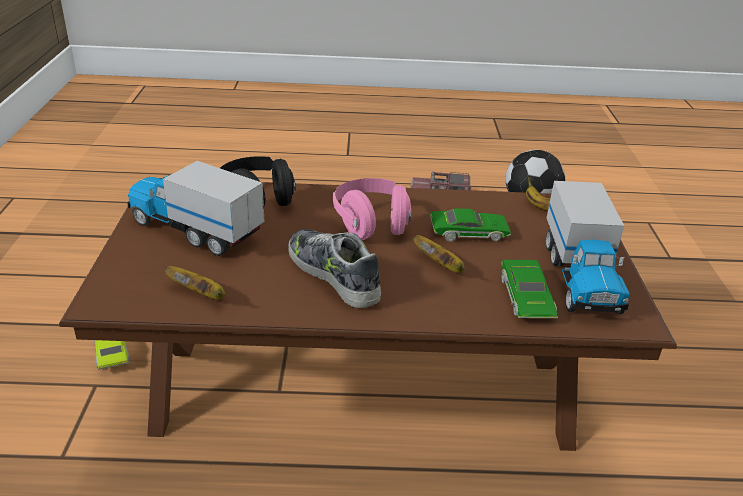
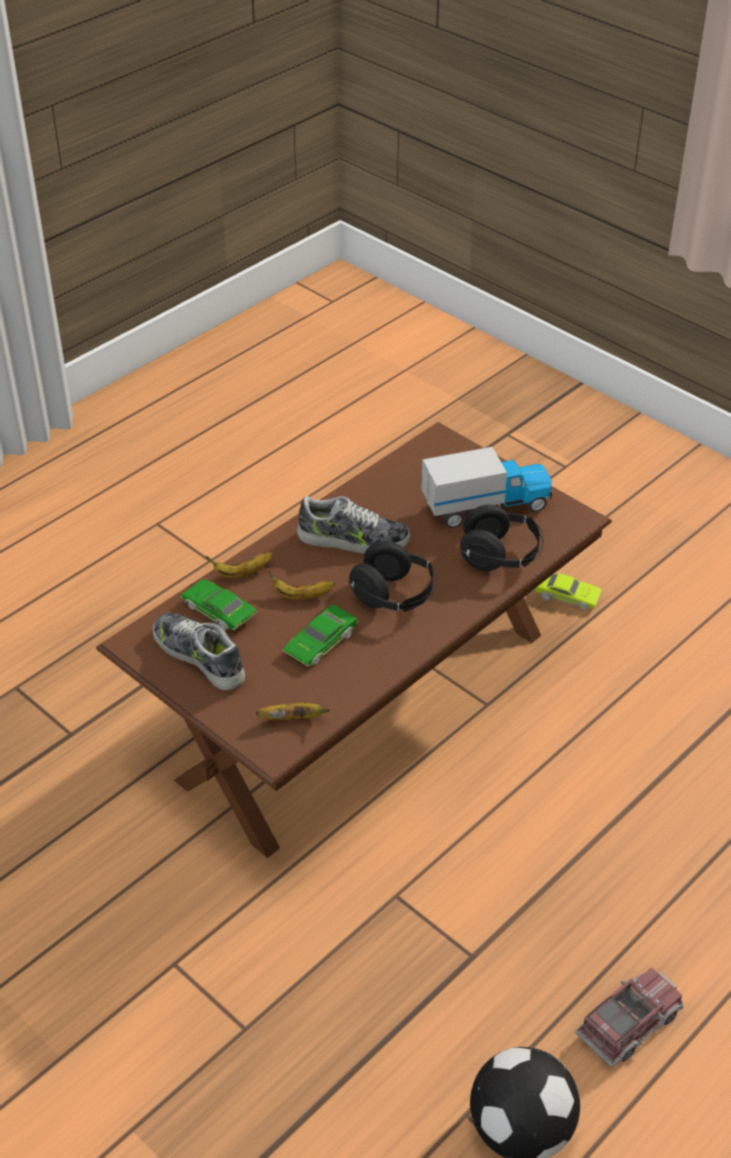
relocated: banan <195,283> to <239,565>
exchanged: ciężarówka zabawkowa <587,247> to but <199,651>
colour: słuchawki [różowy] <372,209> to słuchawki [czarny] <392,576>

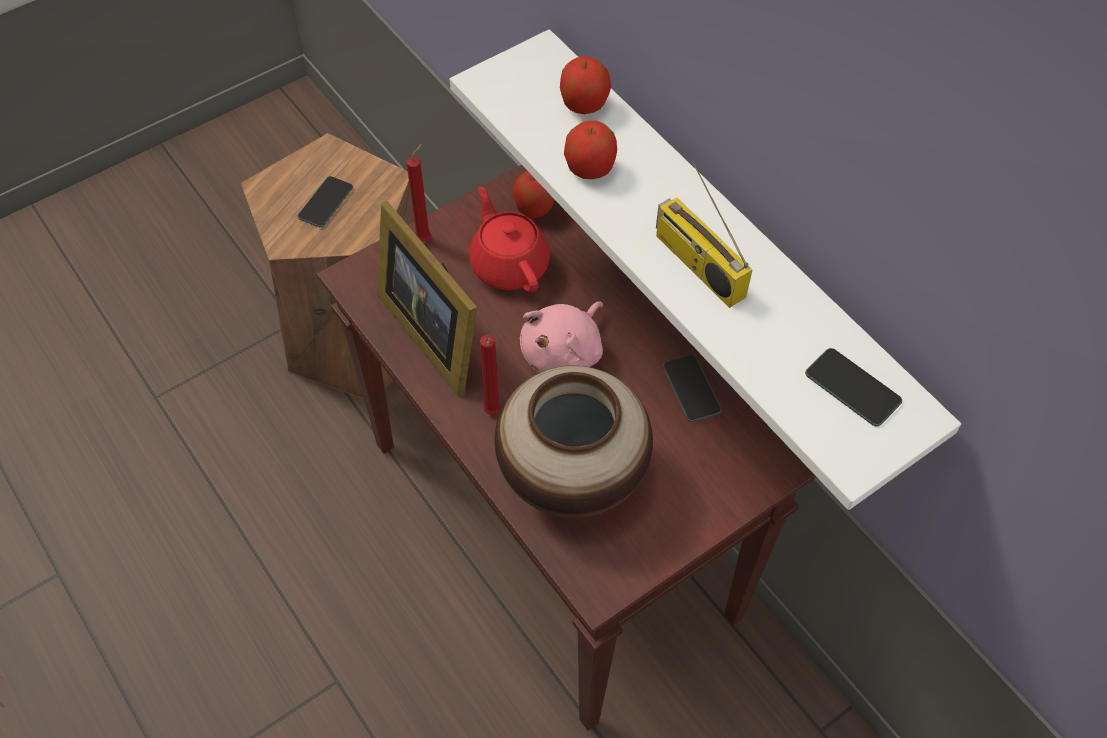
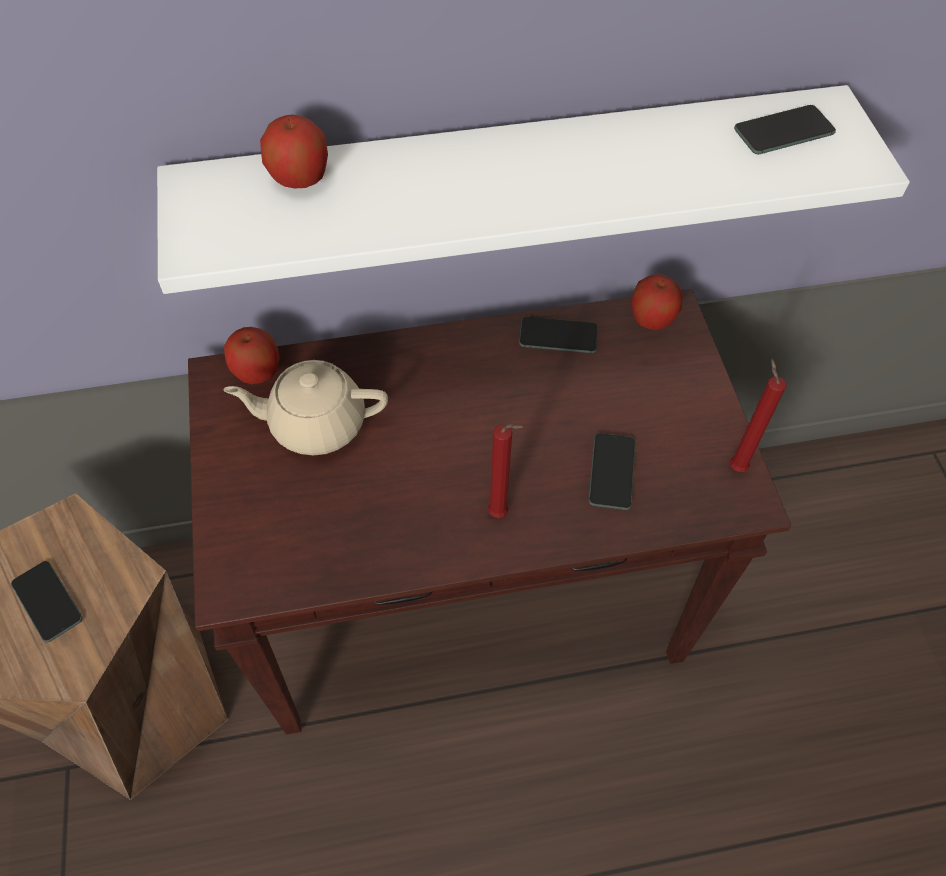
missing: ramka na zdjęcie <427,299>; pluszak [różowy] <561,337>; radio <704,234>
relocated: jabłko <590,150> to <657,302>; świeca [czerwony] <418,192> to <758,415>
exchanged: wazon <573,442> to telefon <612,471>
colour: imbryk [czerwony] <509,239> to imbryk [beżowy] <305,407>

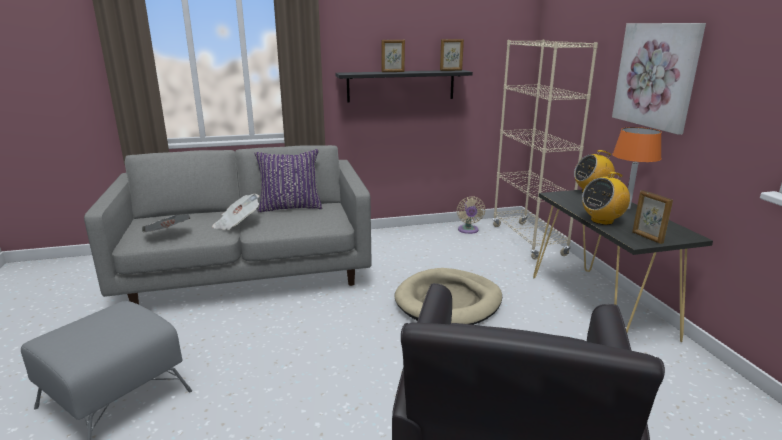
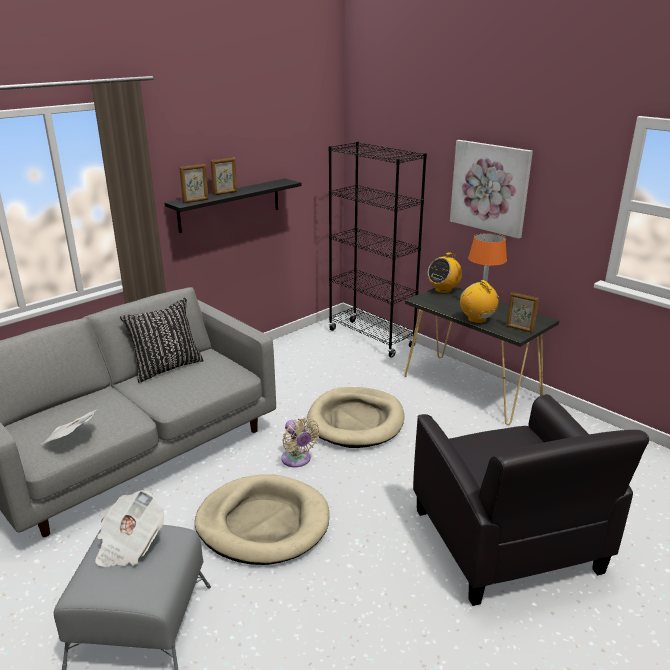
appeared: legowisko [beżowy] <262,519>
relocated: gazeta <235,212> to <129,528>; ramka na zdjęcie <452,55> to <194,183>; wentylator [beżowy] <471,215> to <300,443>
colour: poduszka [fioletowy] <289,180> to poduszka [czarny] <162,340>; regał [beżowy] <545,150> to regał [czarny] <378,249>
spun: radio <606,198> = <479,302> 120 degrees clockwise

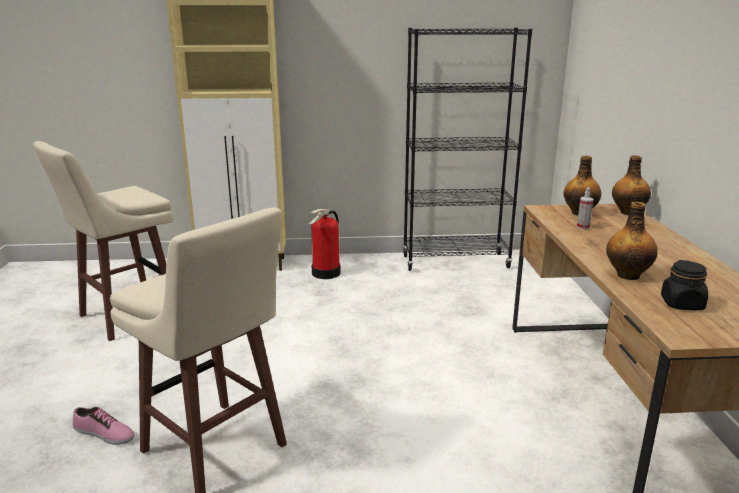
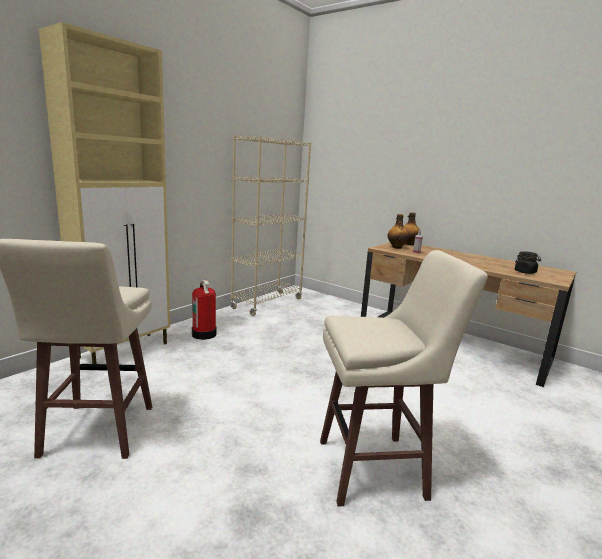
missing: but <104,426>; butelka <632,241>
colour: regał [czarny] <467,149> to regał [beżowy] <270,225>

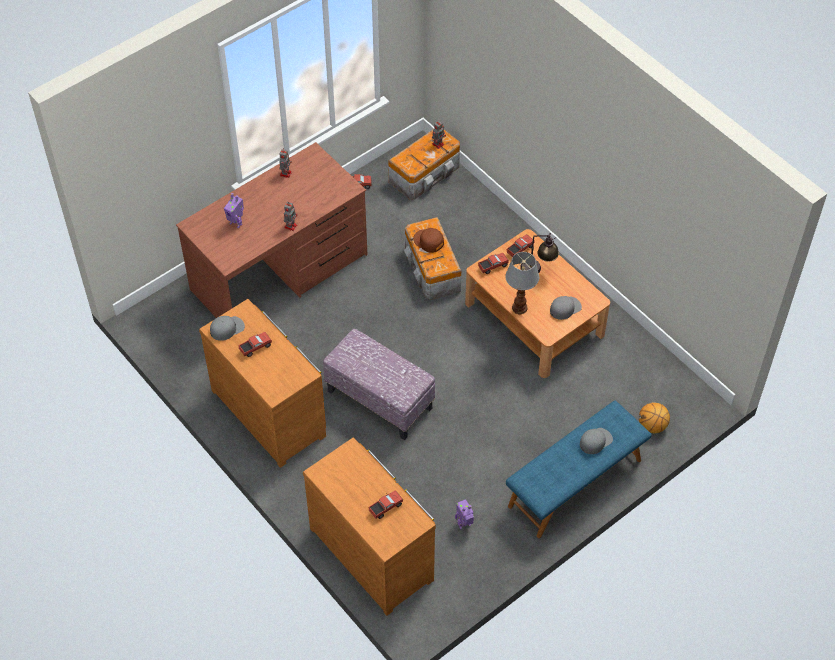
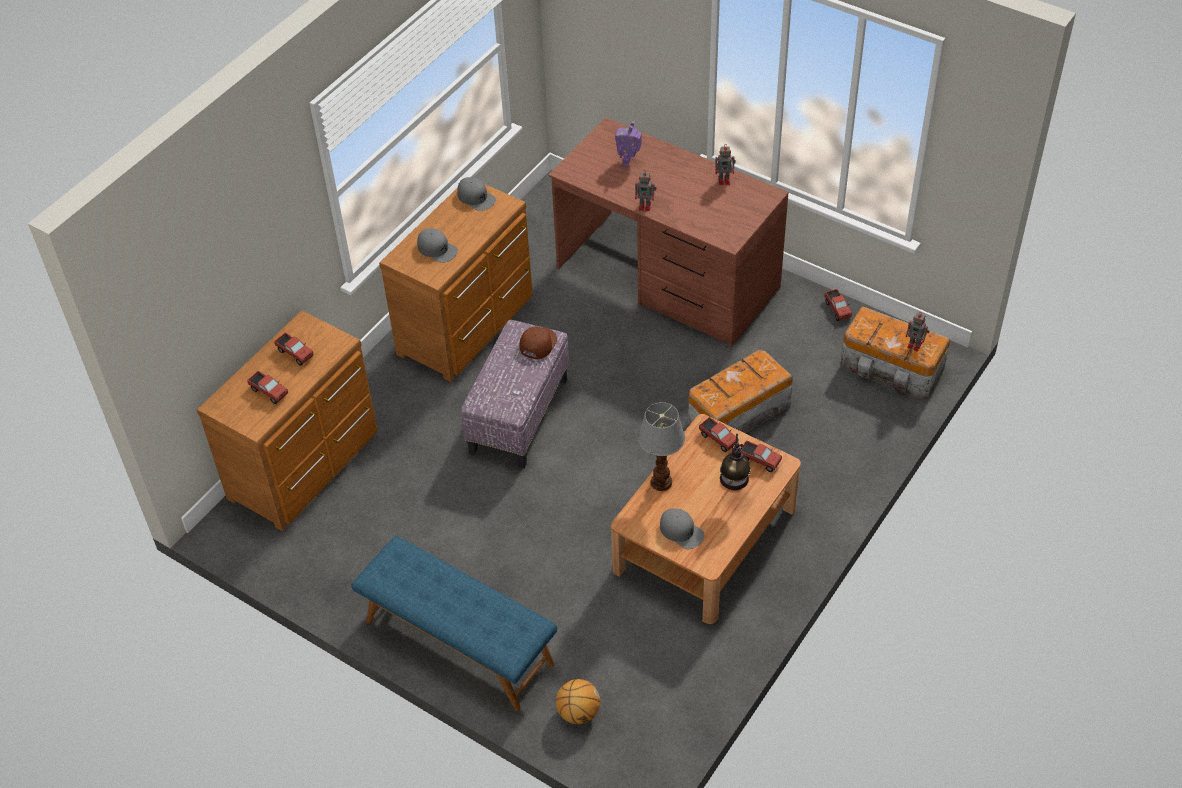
missing: robot zabawkowy <464,514>
relocated: ciężarówka zabawkowa <255,344> to <293,349>; czapka z daszkiem [szary] <596,441> to <437,246>; czapka z daszkiem [brązowy] <428,240> to <538,343>

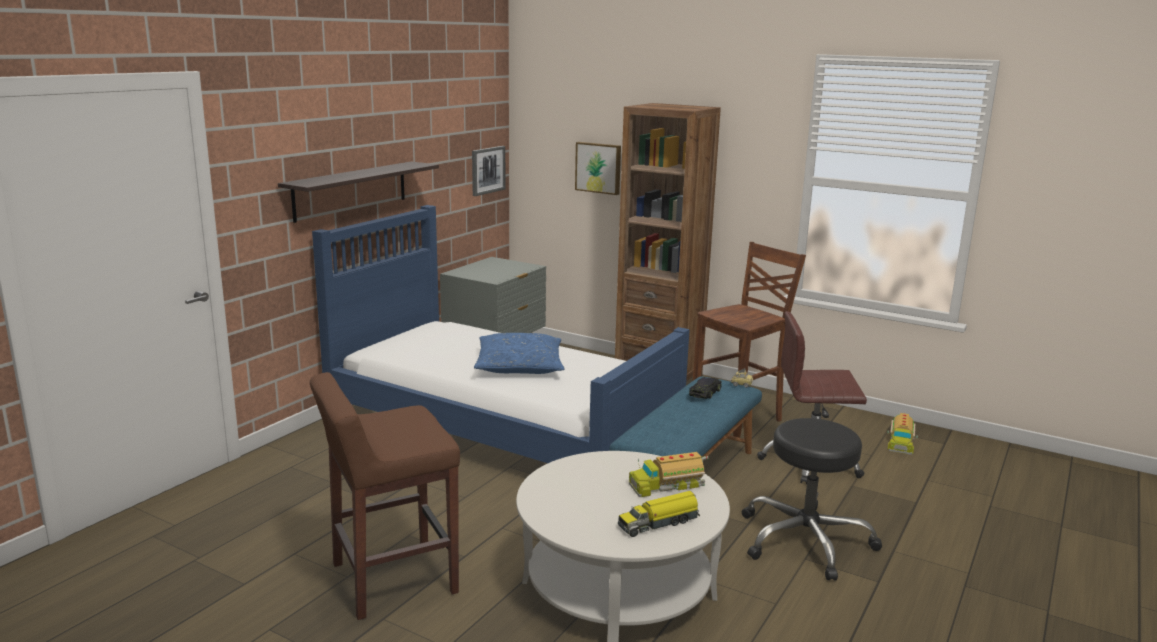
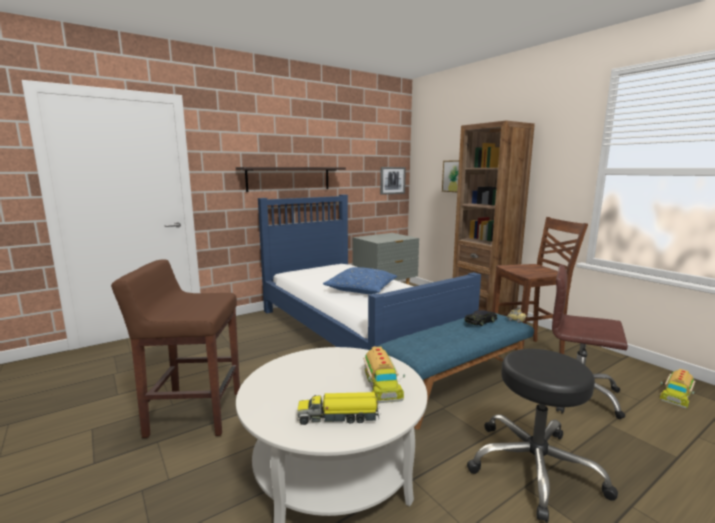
spun: ciężarówka zabawkowa <668,474> = <384,374> 105 degrees counterclockwise

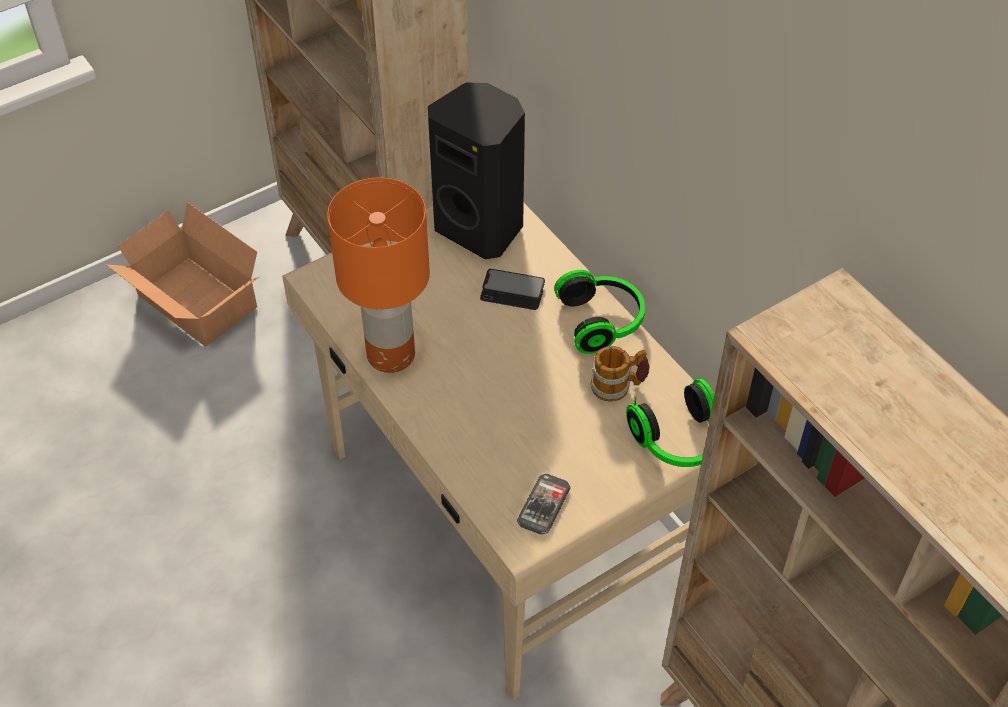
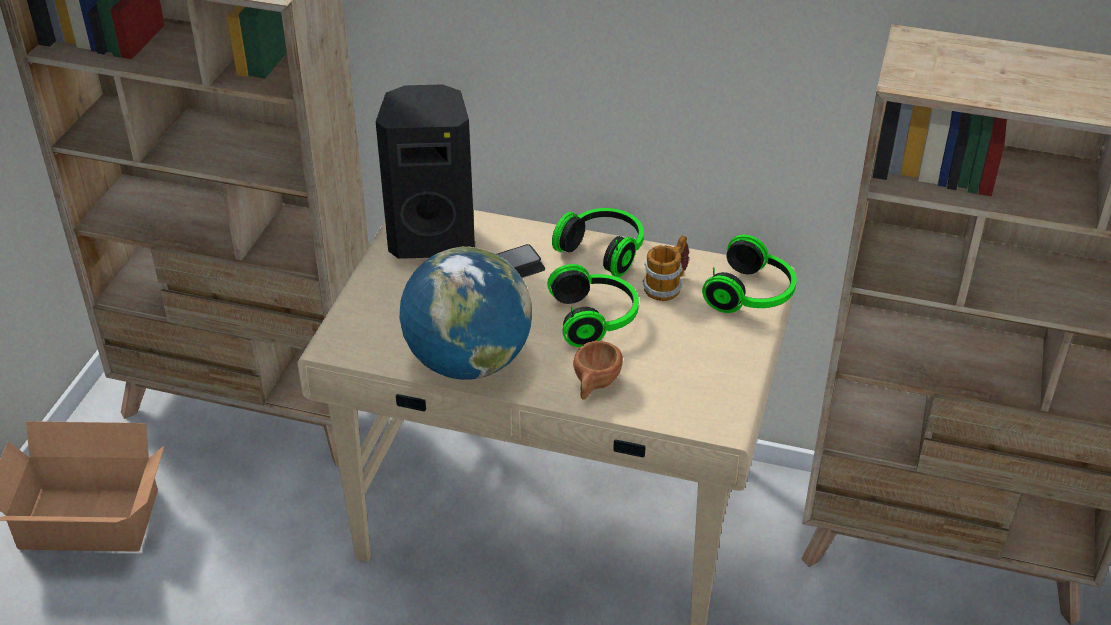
missing: telefon <544,504>
appeared: słuchawki <593,305>; filiżanka [brązowy] <598,370>
exchanged: lampa stołowa [pomarańczowy] <378,275> to globus <466,313>

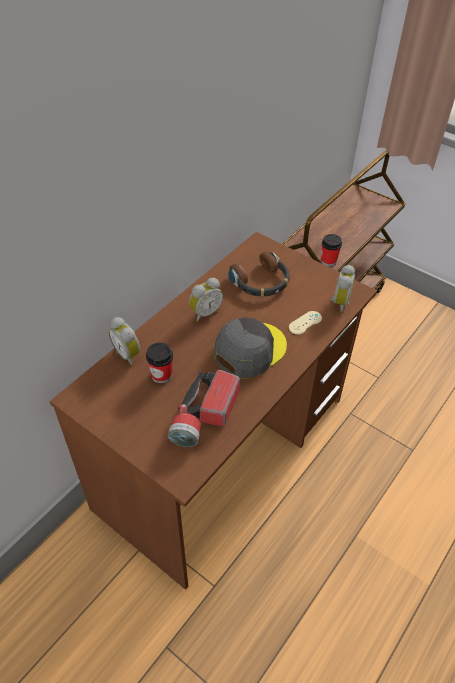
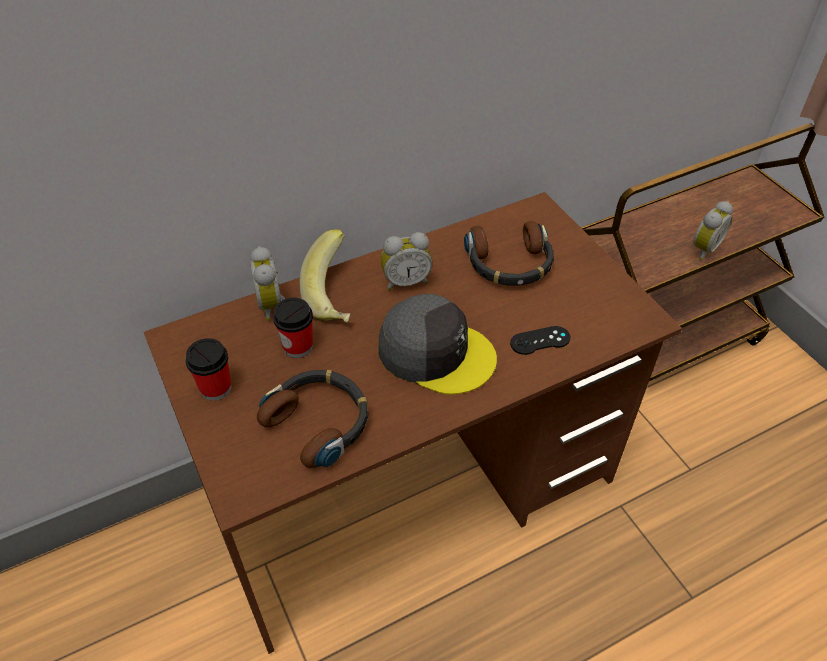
appeared: banan <325,276>
relocated: filiżanka <331,250> to <208,369>; budzik <342,289> to <712,231>
exchanged: latarka <204,408> to słuchawki <312,419>
colour: pad do gier [beżowy] <305,323> to pad do gier [czarny] <540,340>
spun: czapka z daszkiem [szary] <250,348> = <437,344> 45 degrees clockwise

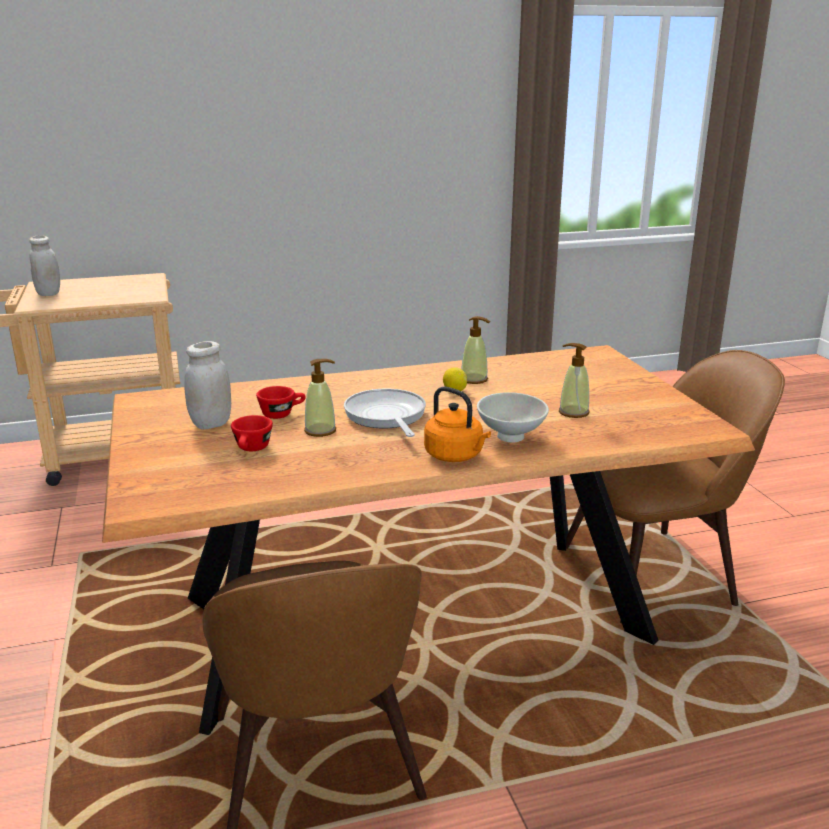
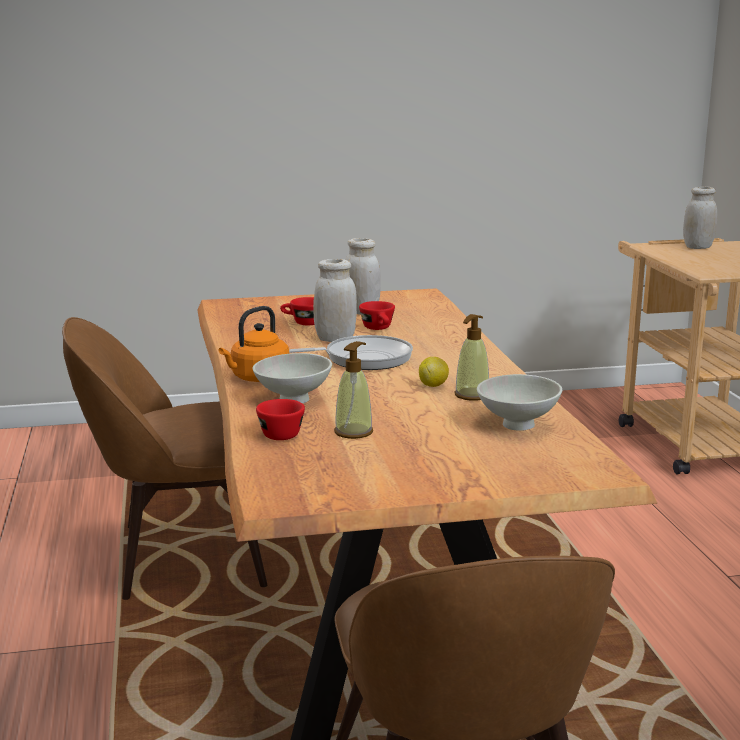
appeared: filiżanka [czerwony] <280,419>; miska [biały] <519,402>
exchanged: dozownik mydła <320,398> to słoik [biały] <335,300>

